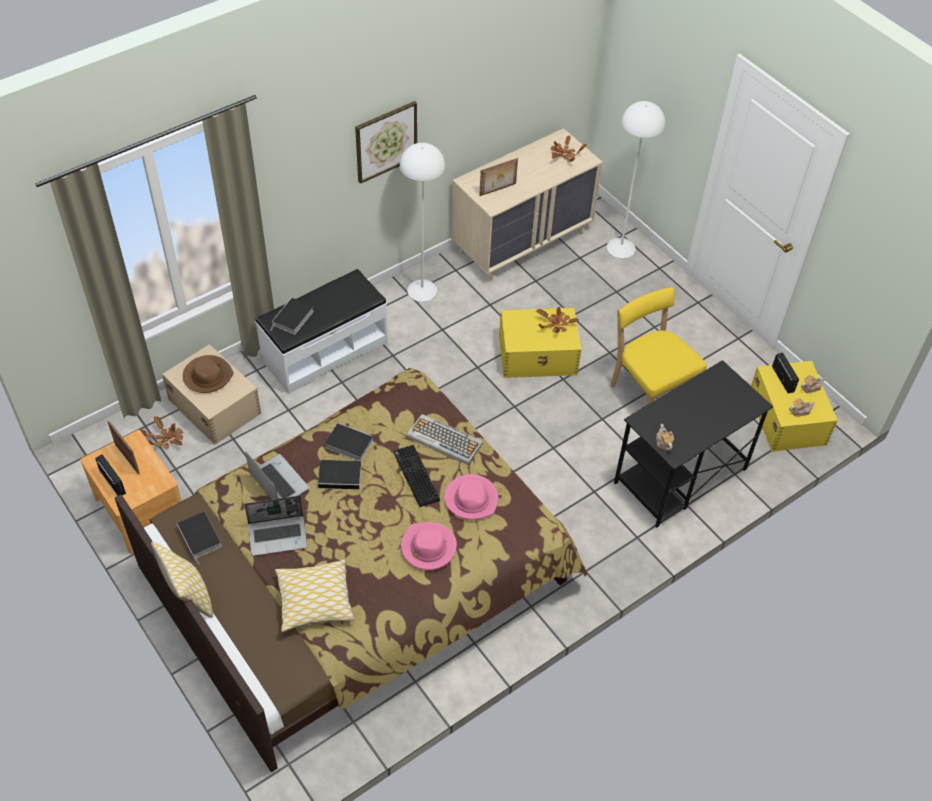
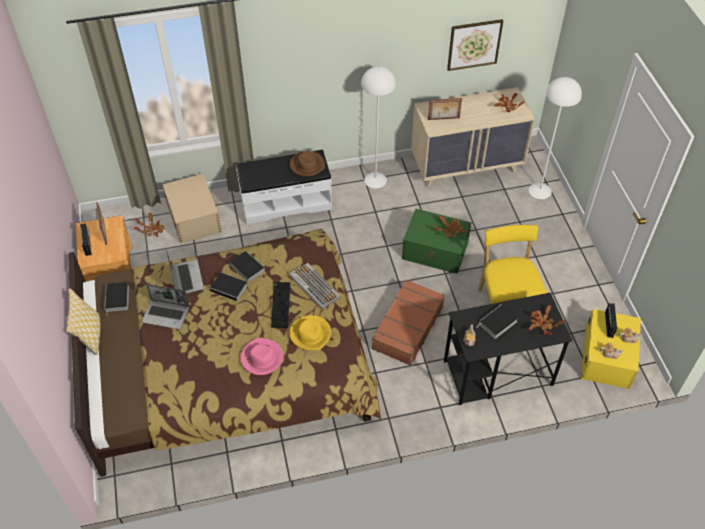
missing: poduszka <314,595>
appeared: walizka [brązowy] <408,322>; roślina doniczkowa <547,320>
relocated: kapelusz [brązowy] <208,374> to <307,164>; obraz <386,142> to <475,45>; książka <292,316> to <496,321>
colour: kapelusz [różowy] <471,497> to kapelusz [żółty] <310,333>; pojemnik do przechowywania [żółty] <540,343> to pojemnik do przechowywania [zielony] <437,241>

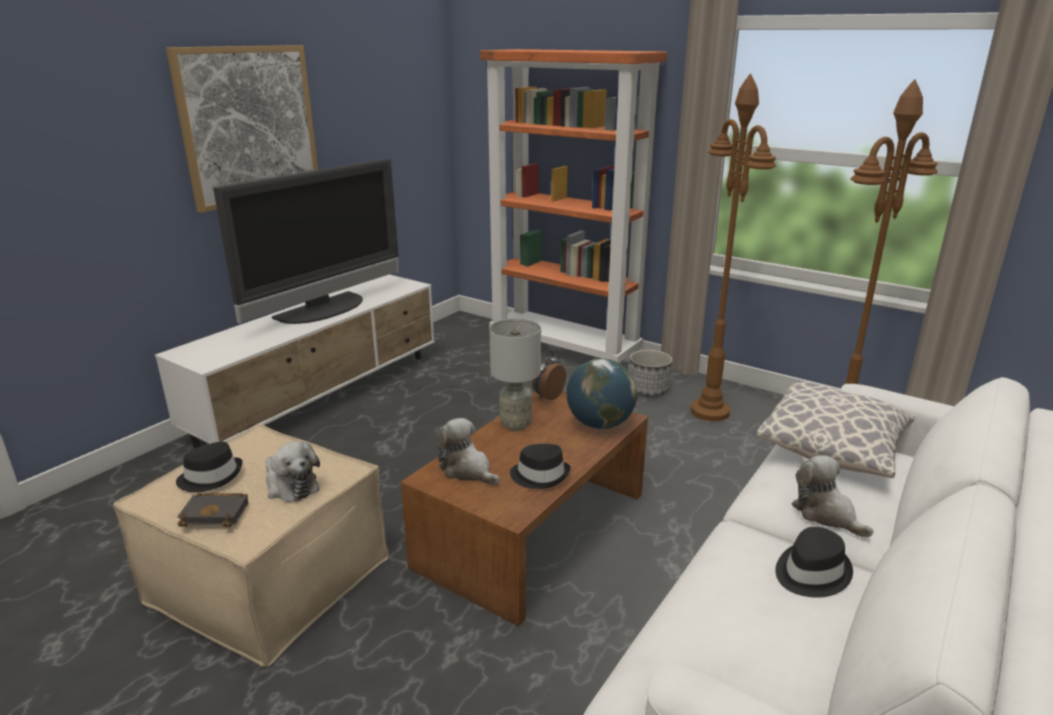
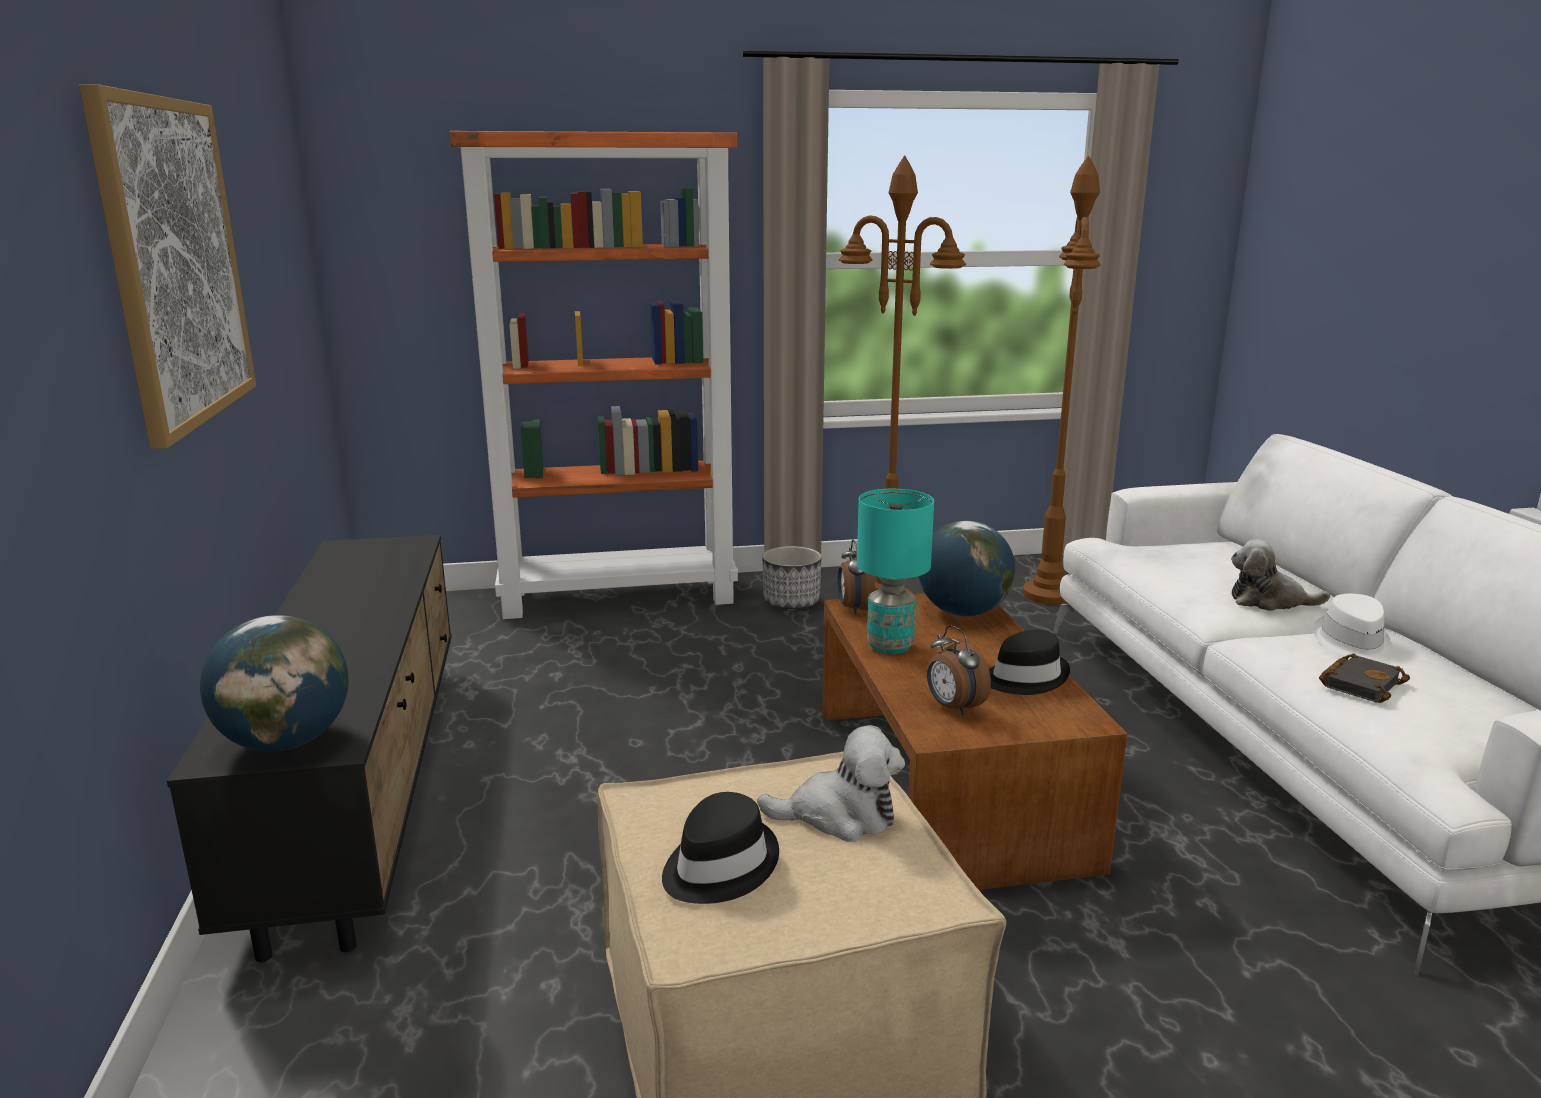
missing: telewizor <305,241>; poduszka <835,430>
appeared: globus <274,683>
relocated: książka [czarny] <212,510> to <1364,678>
exchanged: pluszak <468,451> to budzik <959,670>
colour: szafka pod telewizor [biały] <295,361> to szafka pod telewizor [czarny] <309,748>; lampa stołowa [szary] <515,374> to lampa stołowa [turkusowy] <895,571>; kapelusz [czarny] <814,562> to kapelusz [biały] <1353,627>

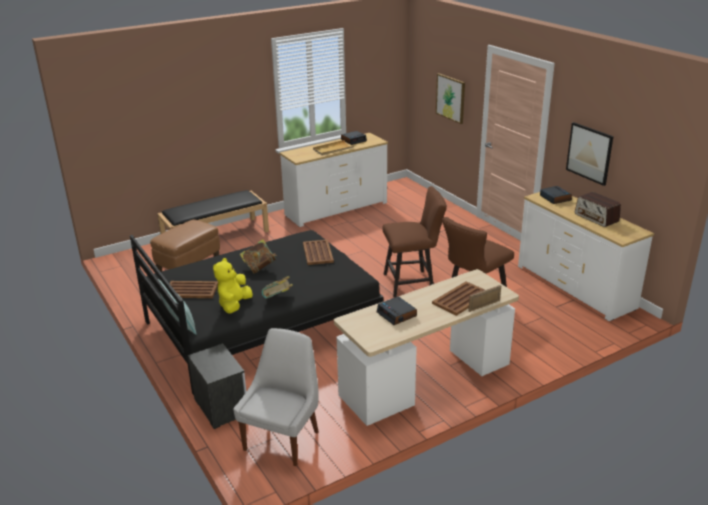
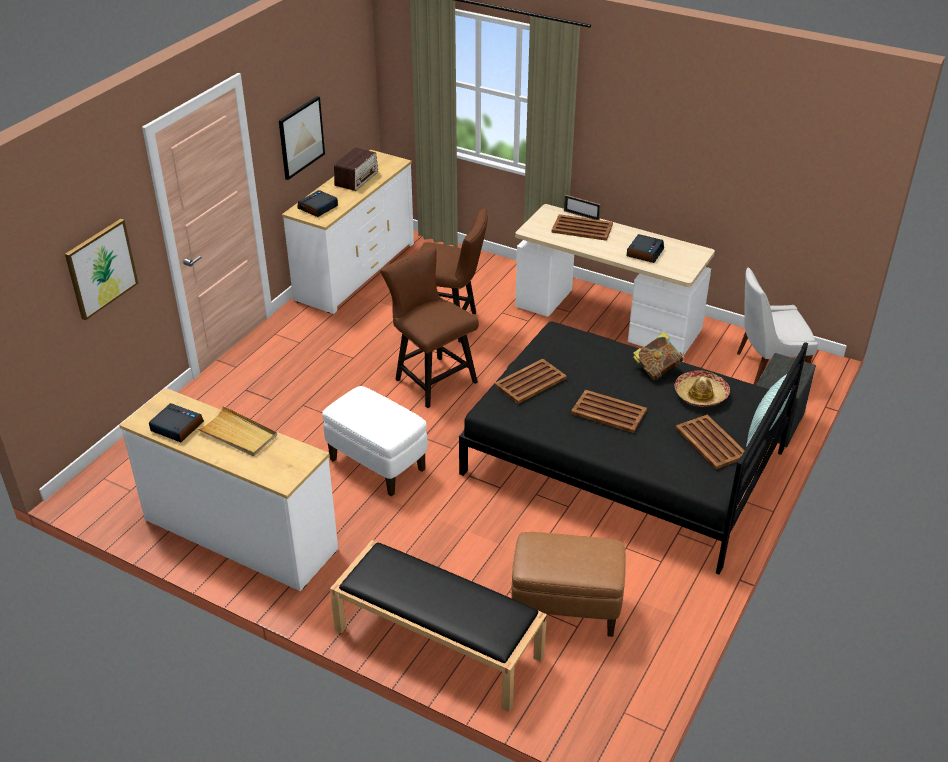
appeared: pufa [biały] <375,441>
exchanged: książka <258,256> to taca [brązowy] <609,411>; pluszak [żółty] <233,285> to kapelusz <702,388>

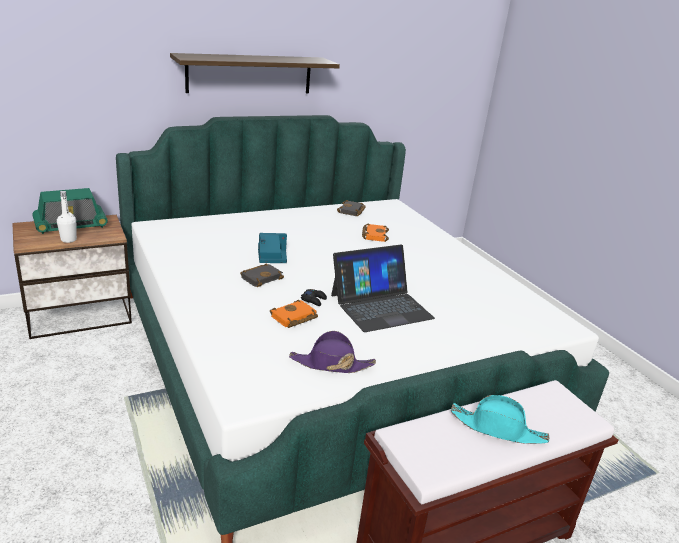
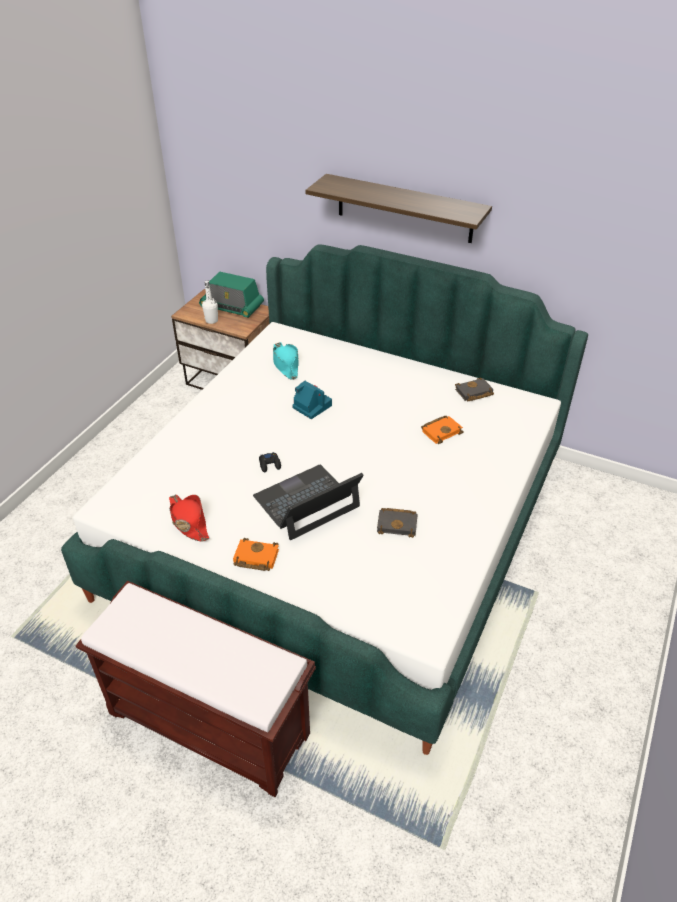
relocated: książka [pomarańczowy] <294,314> to <256,554>; kapelusz [turkusowy] <500,419> to <285,361>; książka [czarny] <262,275> to <397,523>
colour: kapelusz [fioletowy] <332,352> to kapelusz [czerwony] <189,518>
spun: laptop <383,288> = <308,502> 120 degrees clockwise

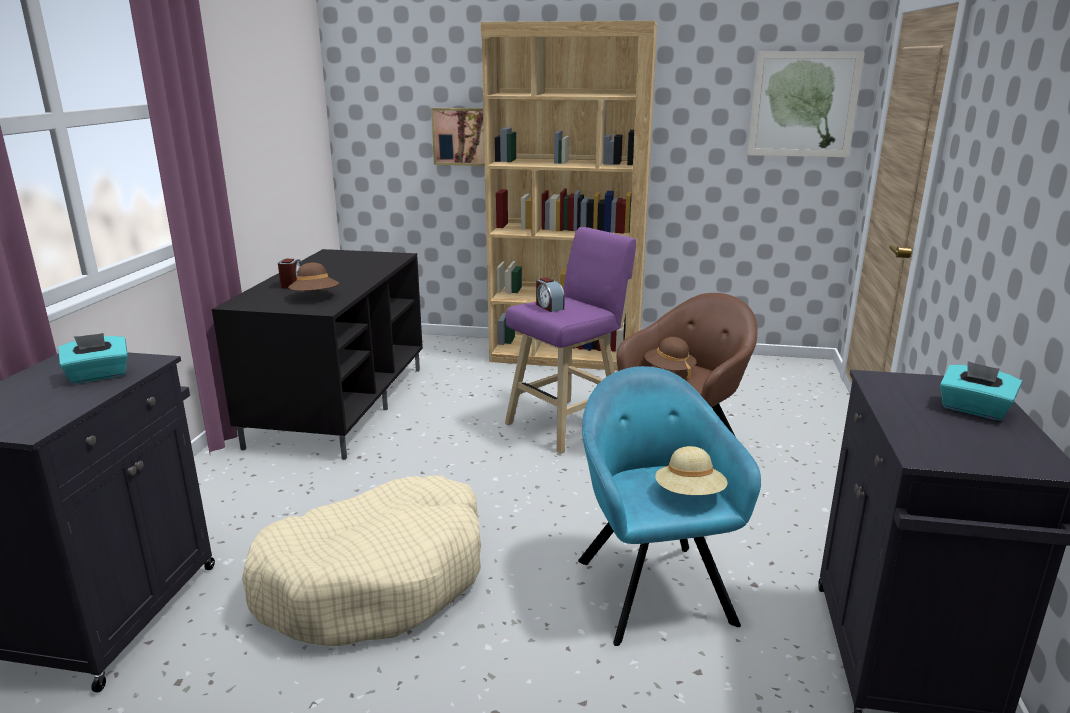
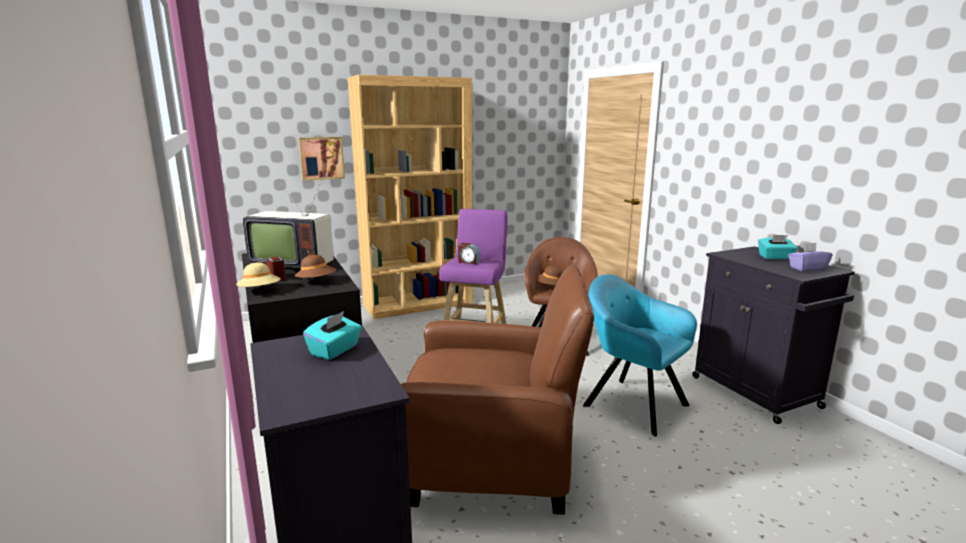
missing: obraz <806,104>
appeared: telewizor <288,222>; pudełko chusteczek [fioletowy] <810,257>
relocated: kapelusz [beżowy] <691,470> to <259,274>
exchanged: legowisko [beżowy] <361,560> to fotel [brązowy] <497,390>

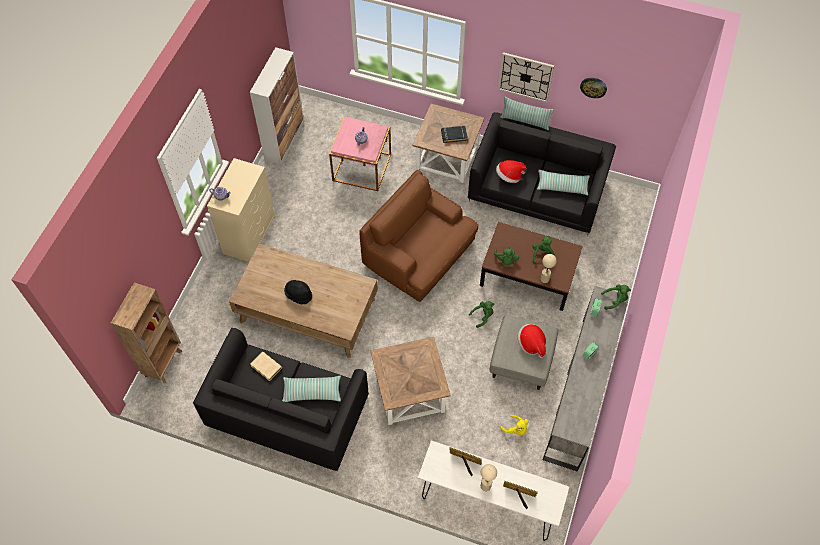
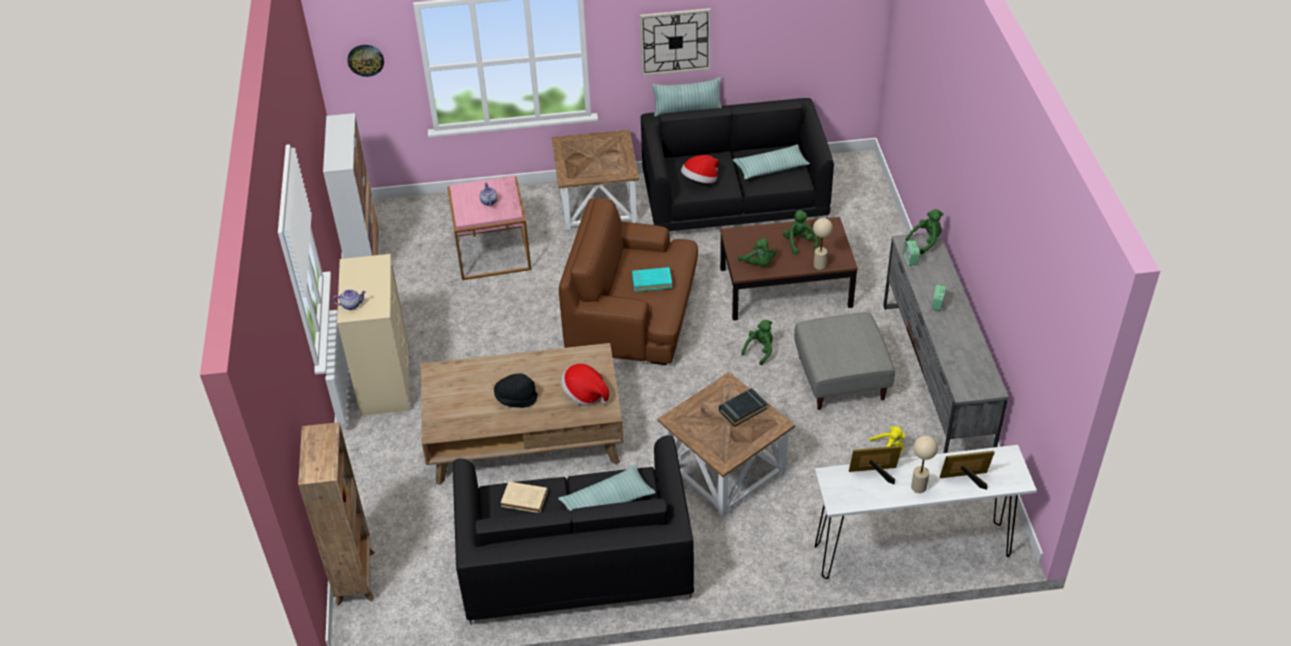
appeared: książka [turkusowy] <652,279>
relocated: zegar ścienny <593,88> to <365,61>; kapelusz <532,341> to <585,385>; książka [czarny] <454,134> to <743,407>

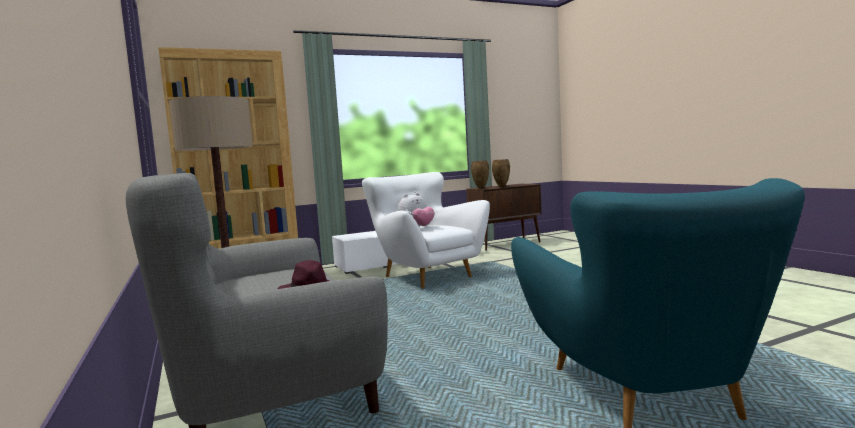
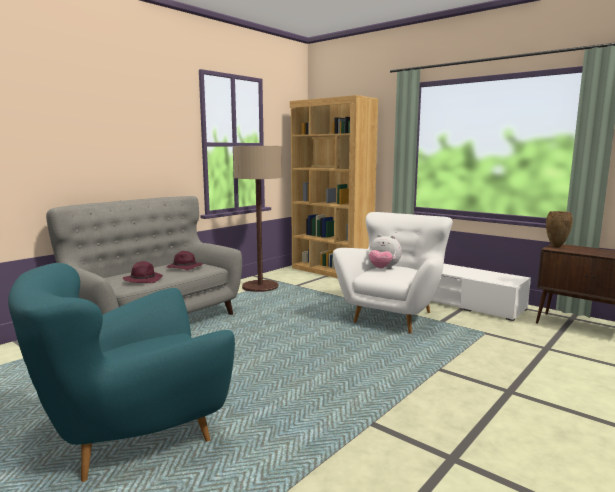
missing: wazon [brązowy] <501,173>
appeared: kapelusz [fioletowy] <185,260>

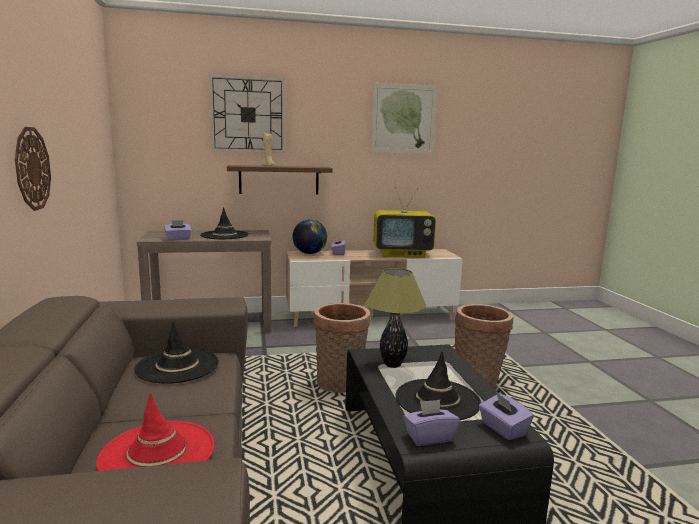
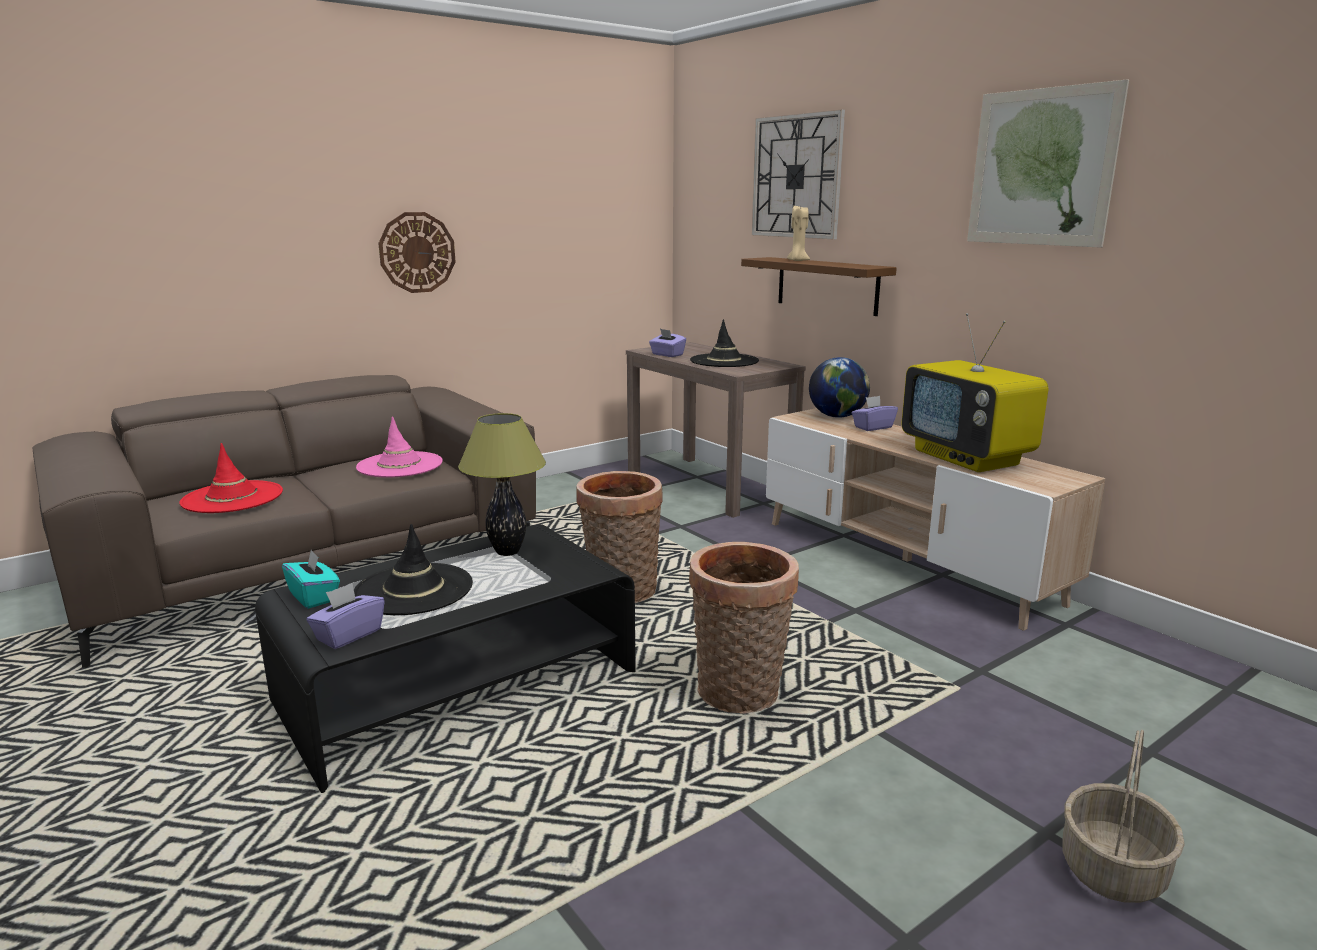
appeared: koszyk <1123,816>
colour: pudełko chusteczek [fioletowy] <431,423> to pudełko chusteczek [turkusowy] <311,579>; kapelusz [czarny] <176,352> to kapelusz [różowy] <399,447>

